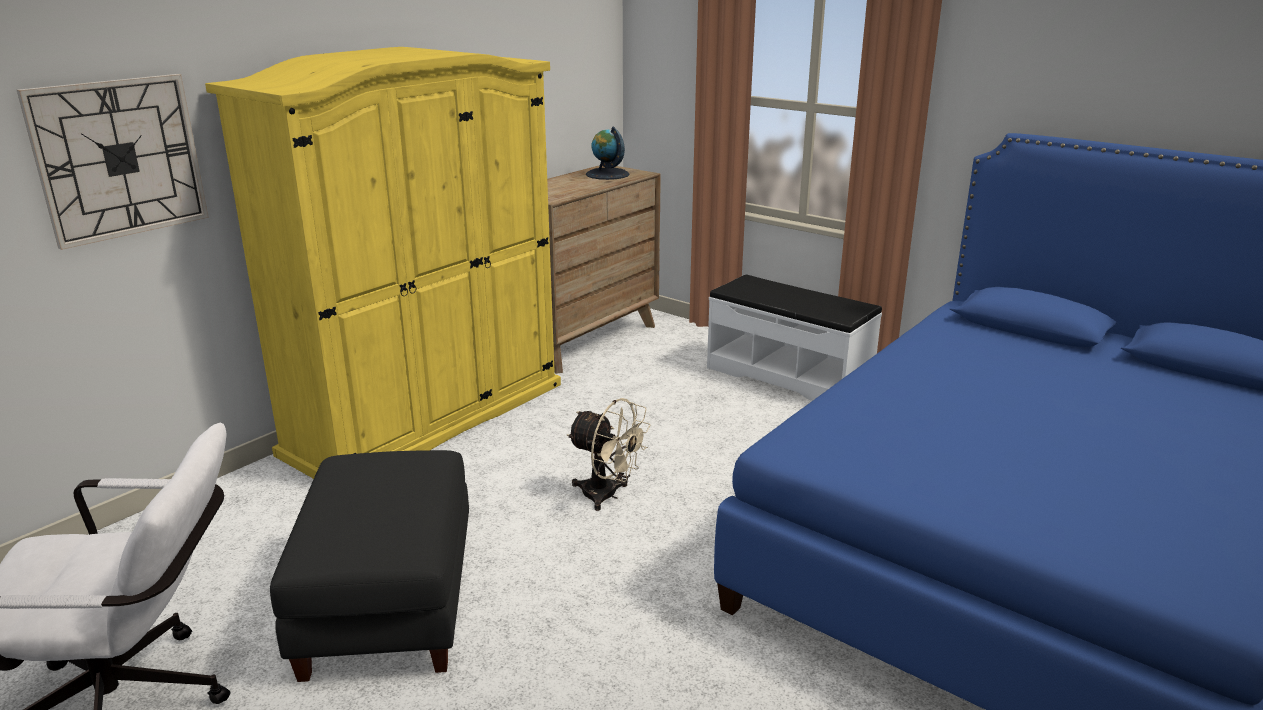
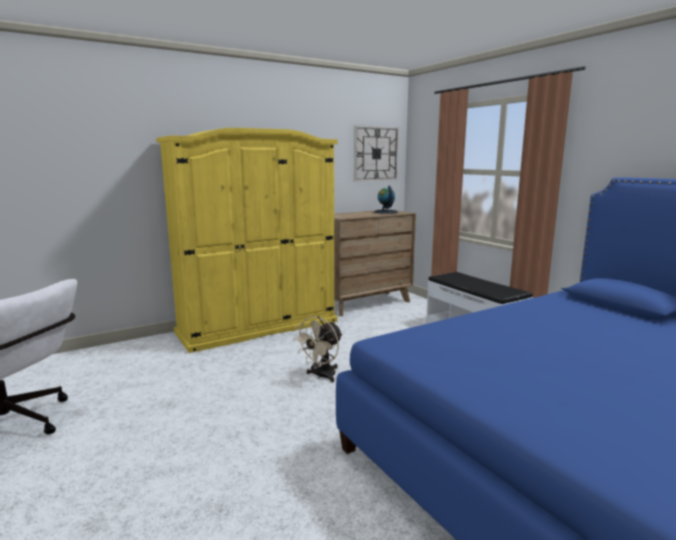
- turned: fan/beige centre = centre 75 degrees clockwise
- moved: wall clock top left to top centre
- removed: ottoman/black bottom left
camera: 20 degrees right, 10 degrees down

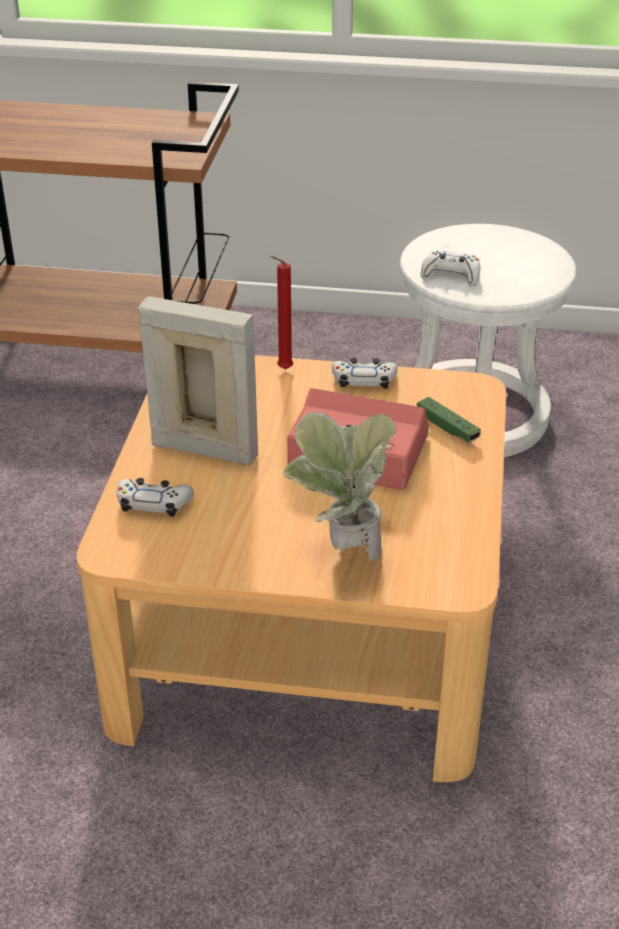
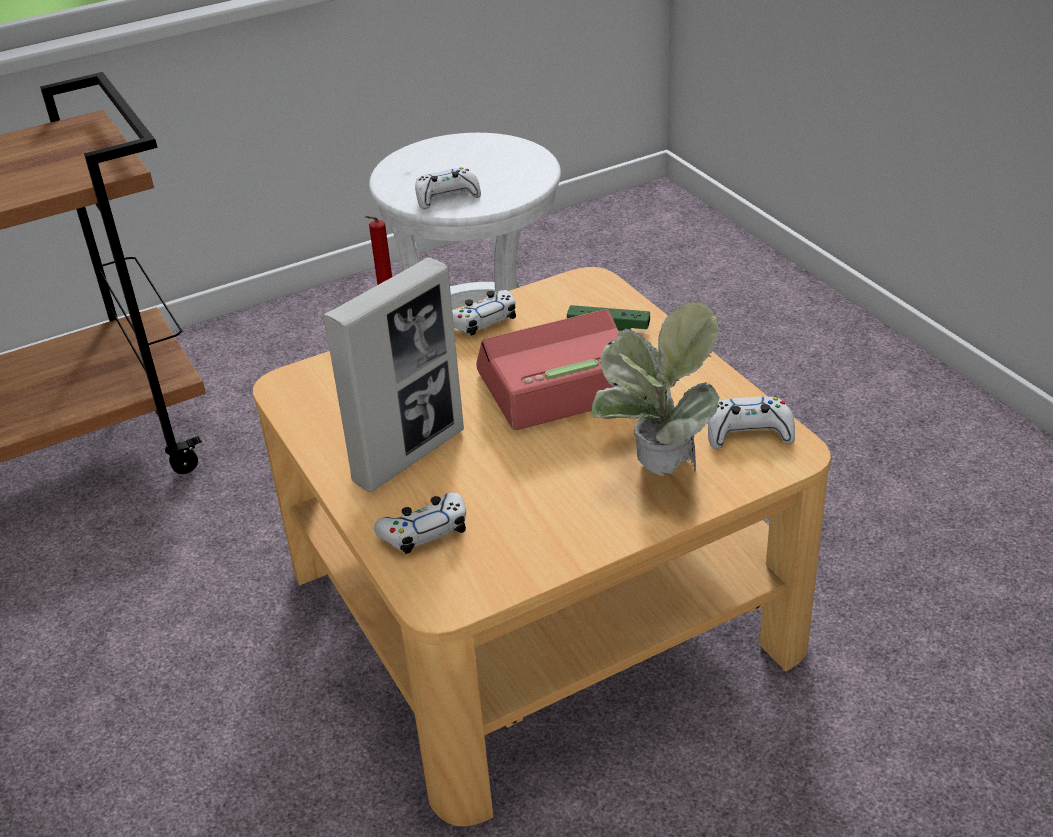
- turned: picture frame middle left = centre 150 degrees clockwise
- added: game controller/white (4th from left) middle right
camera: 35 degrees left, 0 degrees up

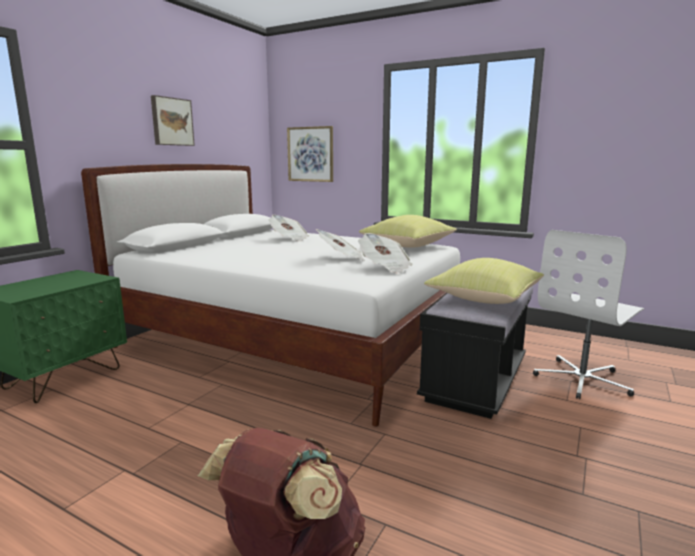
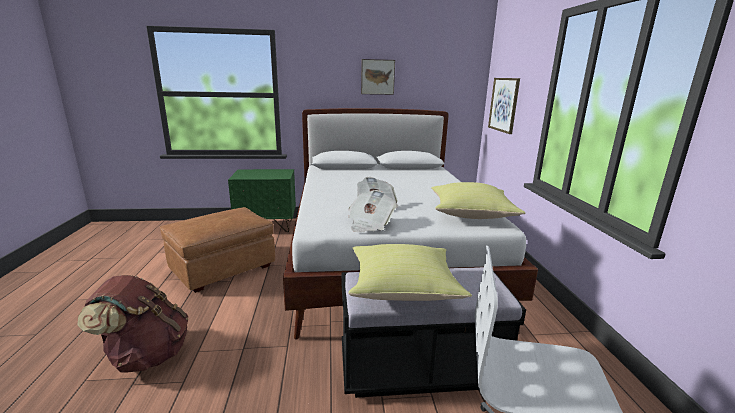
- added: ottoman/brown middle left
- removed: newspaper (1st from left) centre
camera: 55 degrees right, 5 degrees up

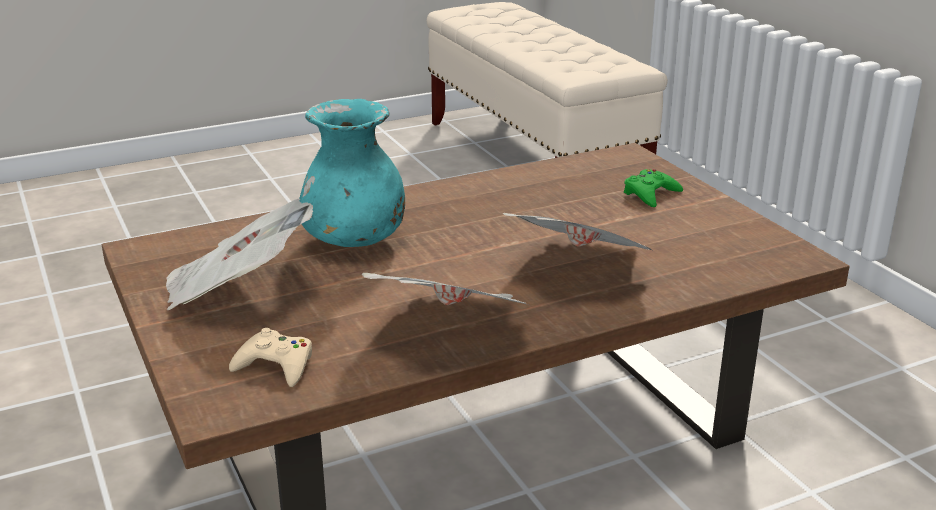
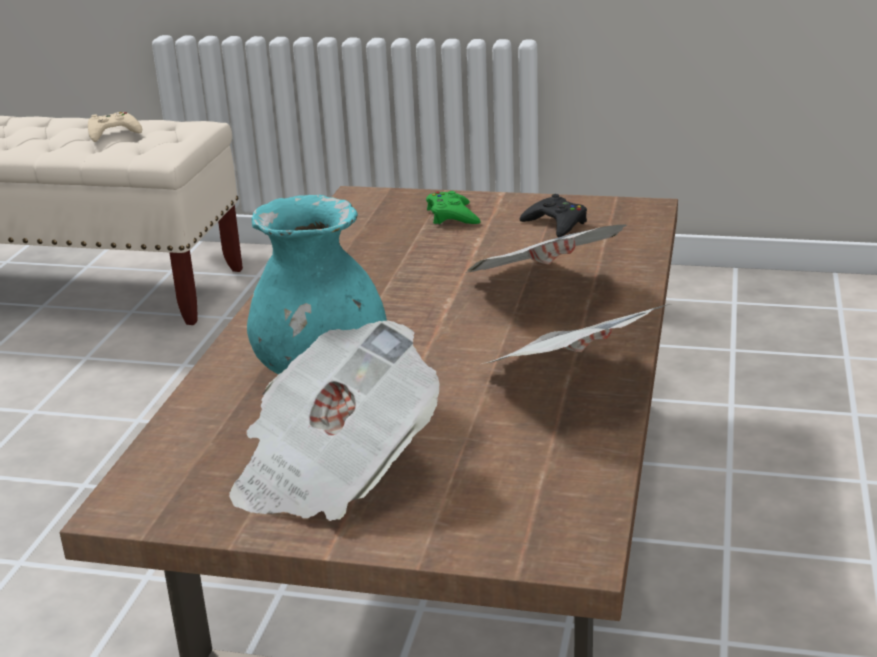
- moved: game controller/beige bottom left to top left
- added: game controller/black top centre
camera: 50 degrees left, 0 degrees up

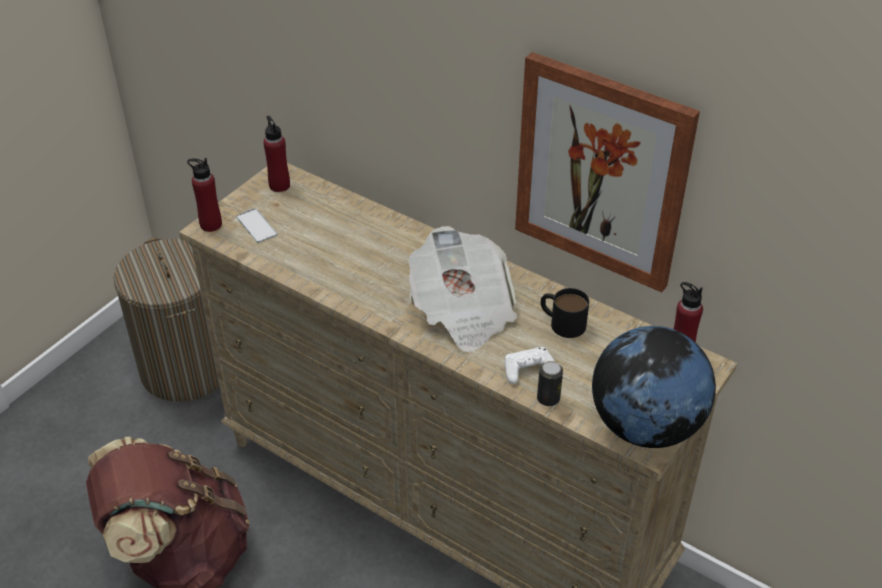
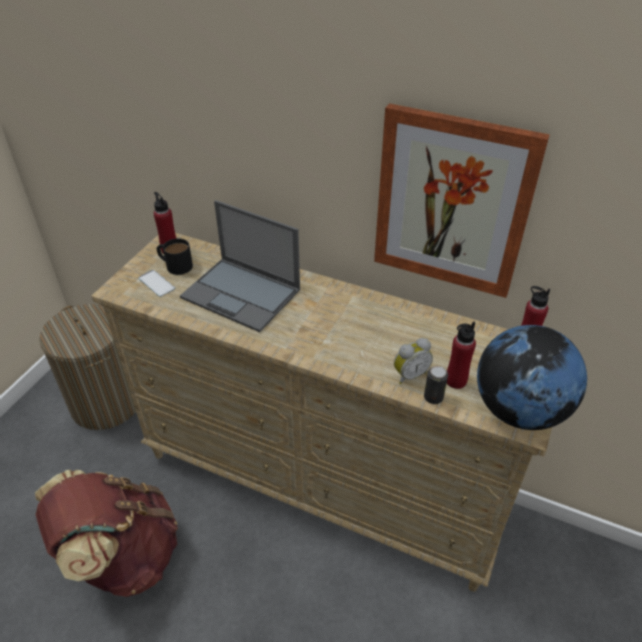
- moved: mug/black centre to middle left
- added: laptop centre
- replaced: game controller/white centre to alarm clock centre
- moved: bottle/red (1st from left in the first image) top left to bottle/red (2nd from left) middle right
- removed: newspaper centre
camera: 10 degrees left, 0 degrees up

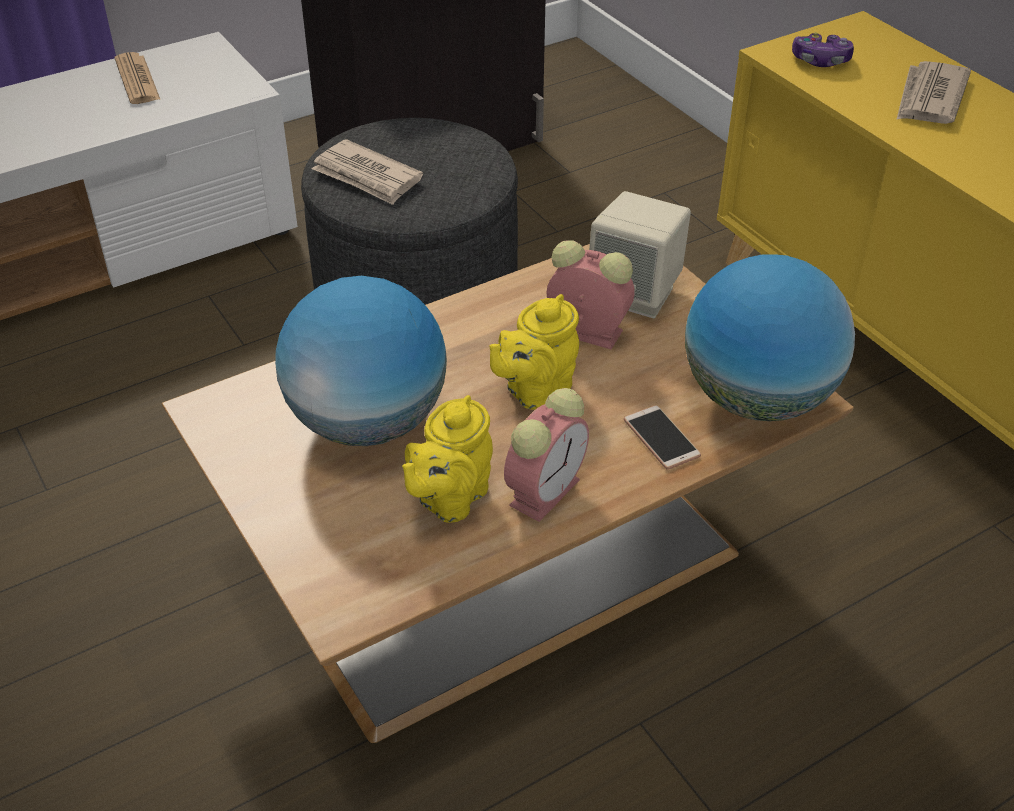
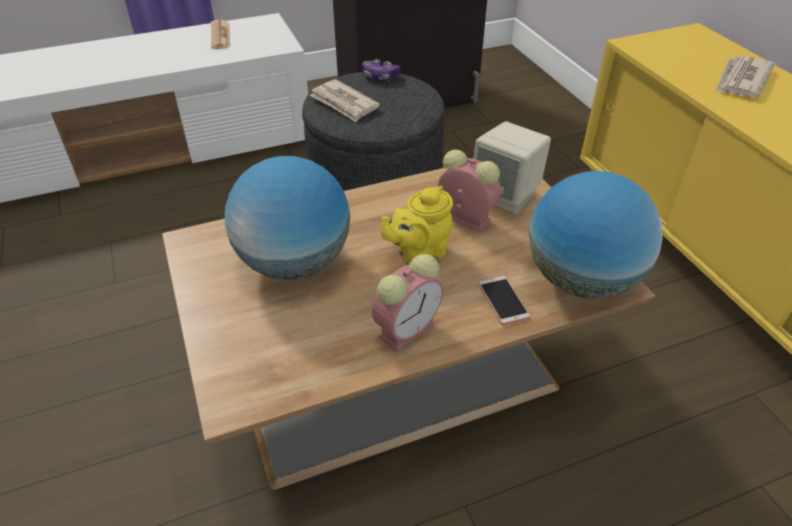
- moved: game controller top right to top centre
- removed: teapot/yellow (1st from left) centre
camera: 10 degrees right, 0 degrees up

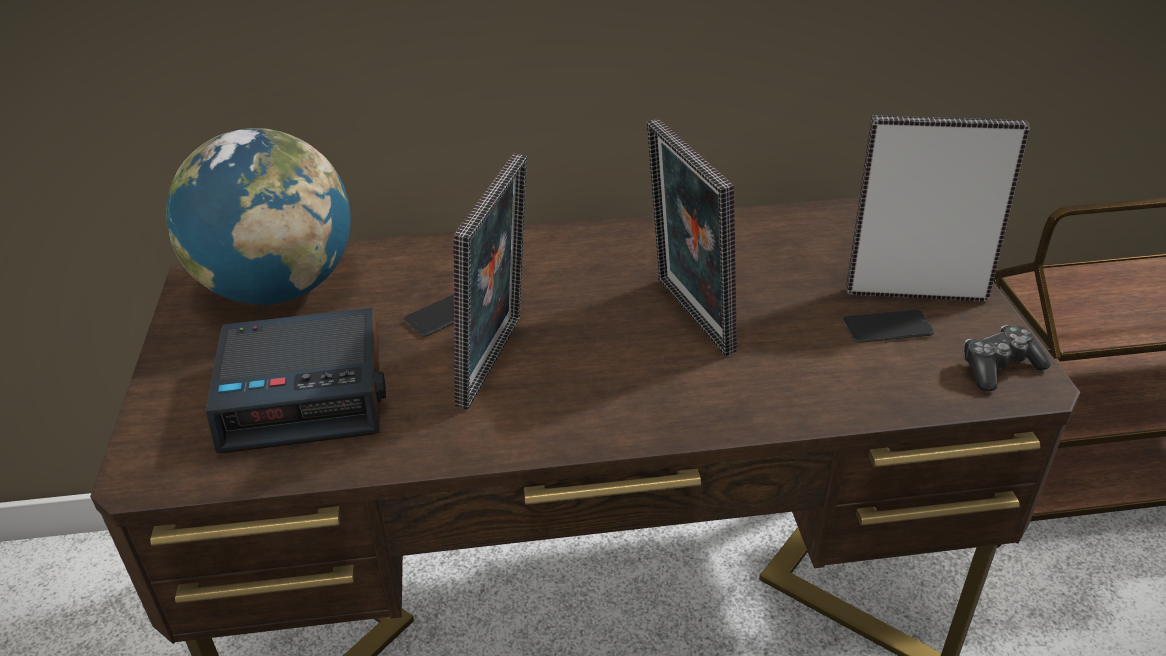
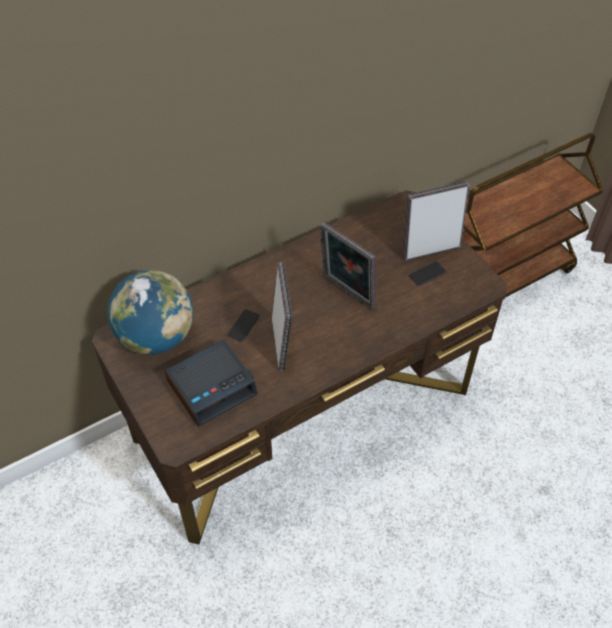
- removed: game controller middle right
camera: 25 degrees left, 15 degrees up

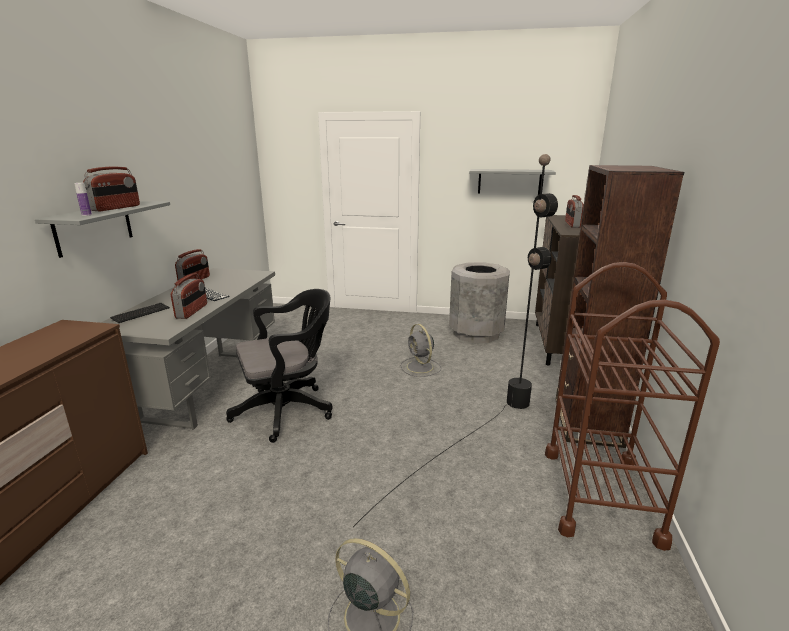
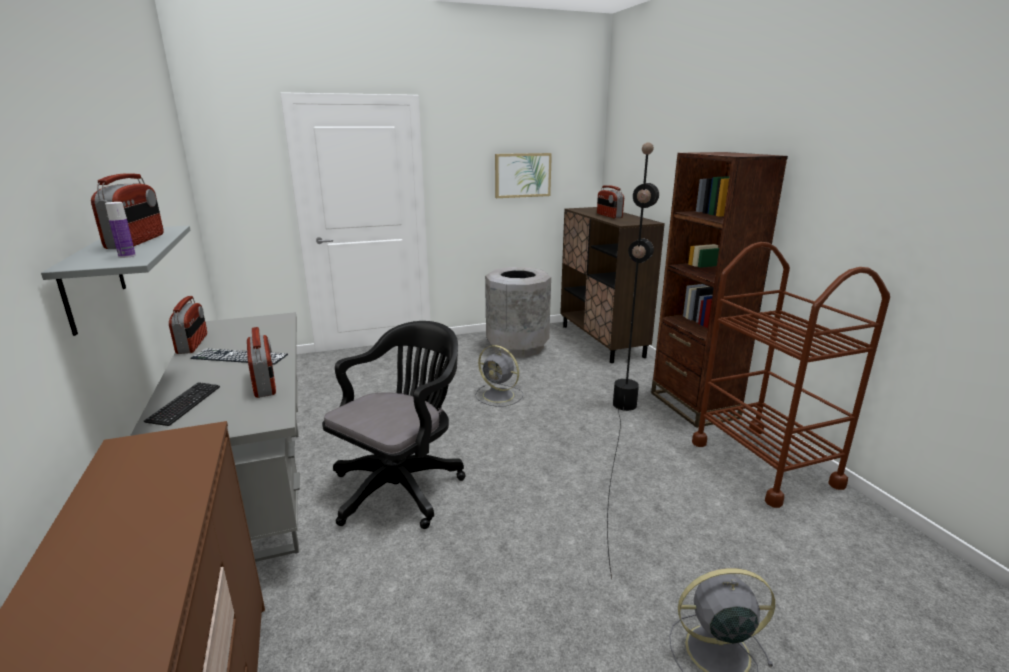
- replaced: shelf/grey (2nd from left) top centre to picture top centre
camera: 30 degrees left, 0 degrees up

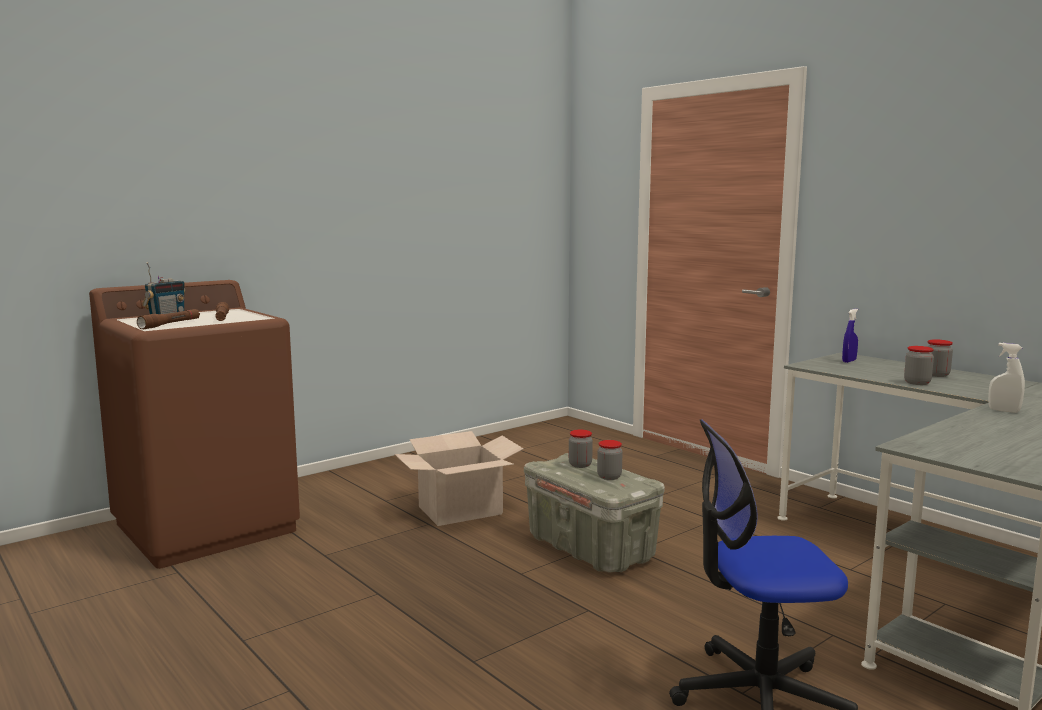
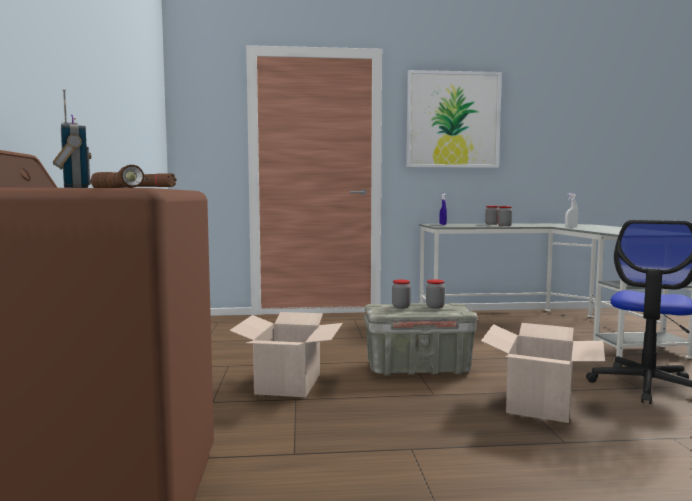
- added: picture top centre
- added: cardboard box (2nd from left) bottom right
camera: 55 degrees left, 5 degrees down

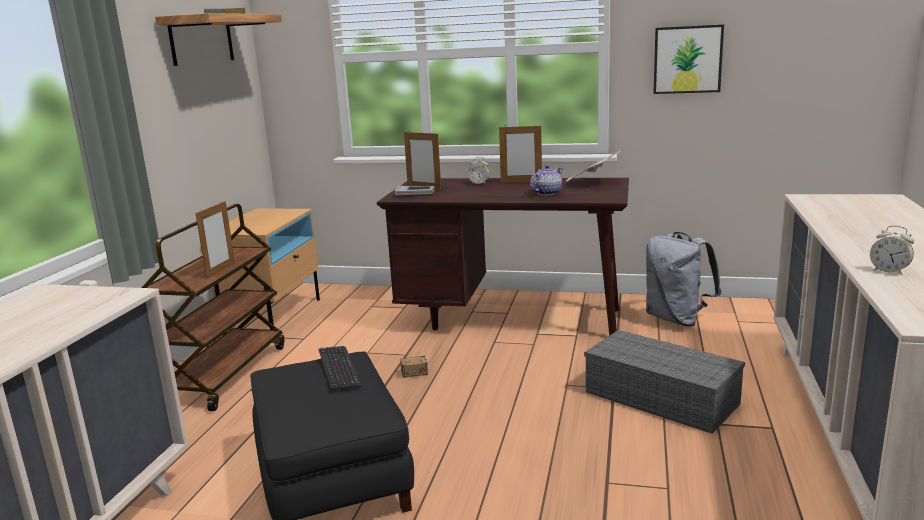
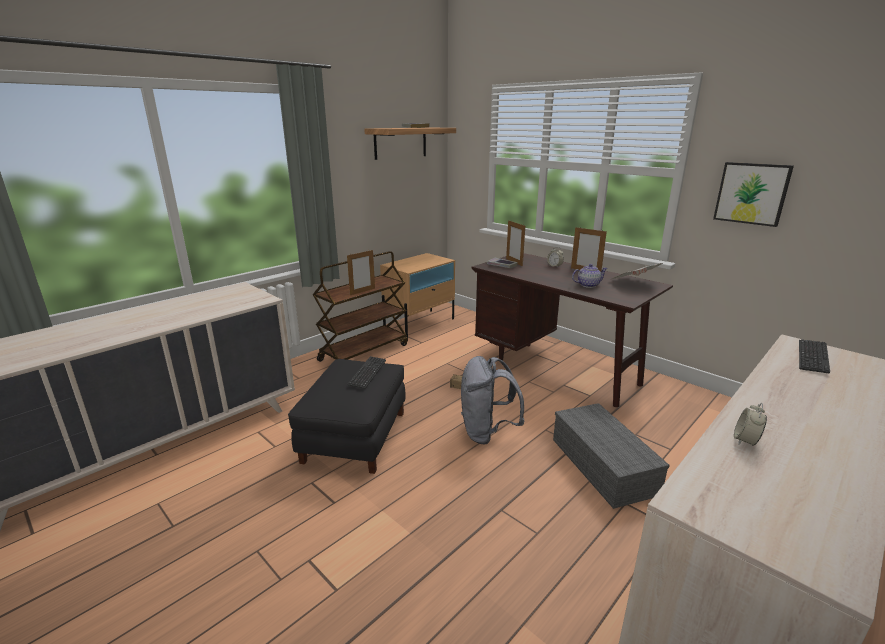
- moved: backpack/grey middle right to centre
- turned: alarm clock (2nd from left) middle right = middle right 45 degrees clockwise
- added: keyboard (2nd from left) middle right
camera: 30 degrees right, 5 degrees up

